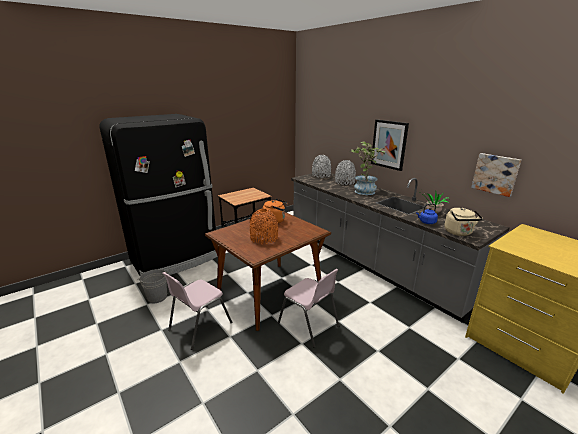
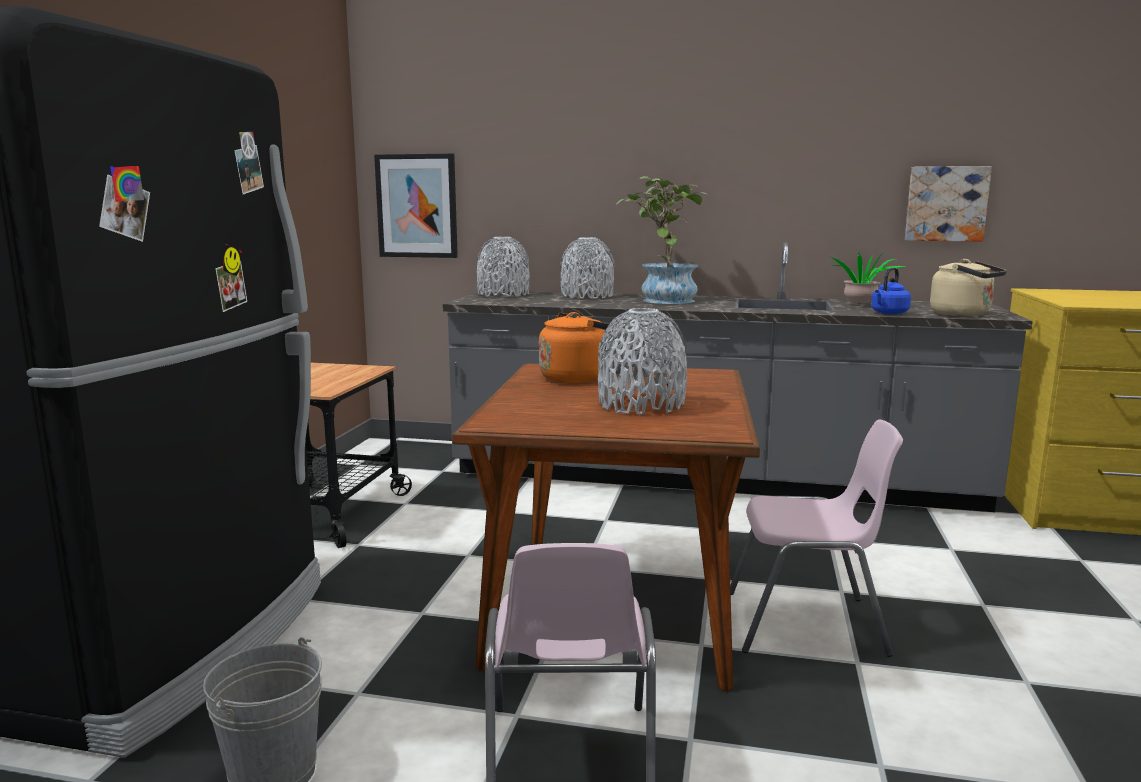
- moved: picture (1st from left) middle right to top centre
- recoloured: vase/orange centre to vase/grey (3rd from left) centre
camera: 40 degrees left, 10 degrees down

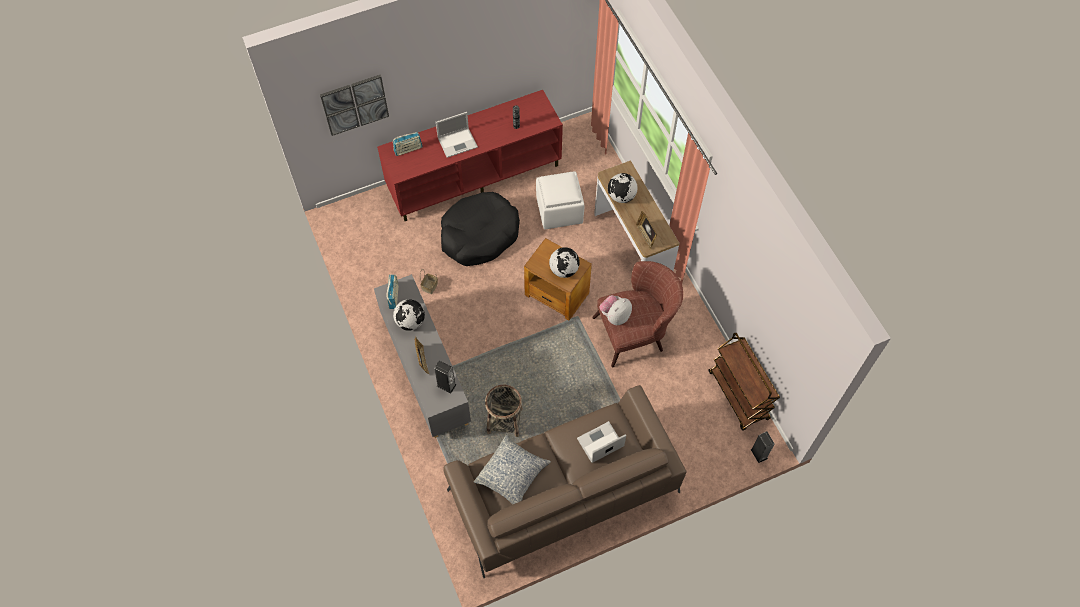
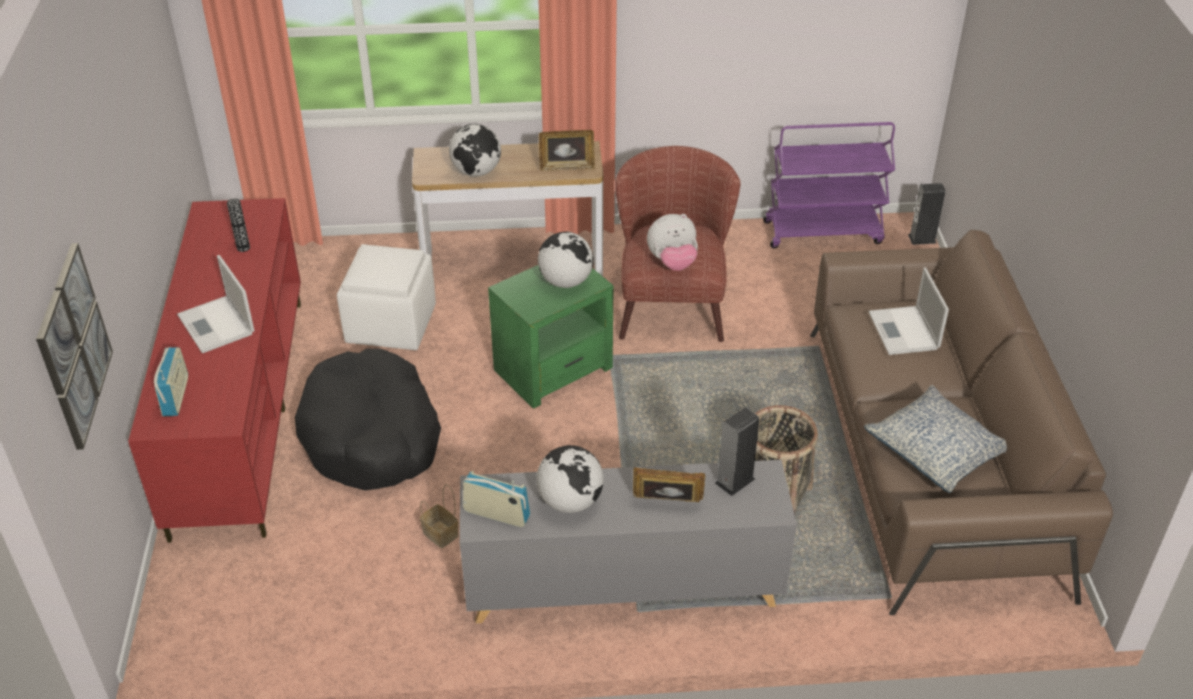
- turned: laptop (1st from left) top centre = middle left 150 degrees clockwise
- recoloured: side table/brown centre to side table/green centre
- turned: plush toy centre = centre 75 degrees counterclockwise
- recoloured: cart/brown middle right to cart/purple top right
camera: 70 degrees left, 20 degrees down

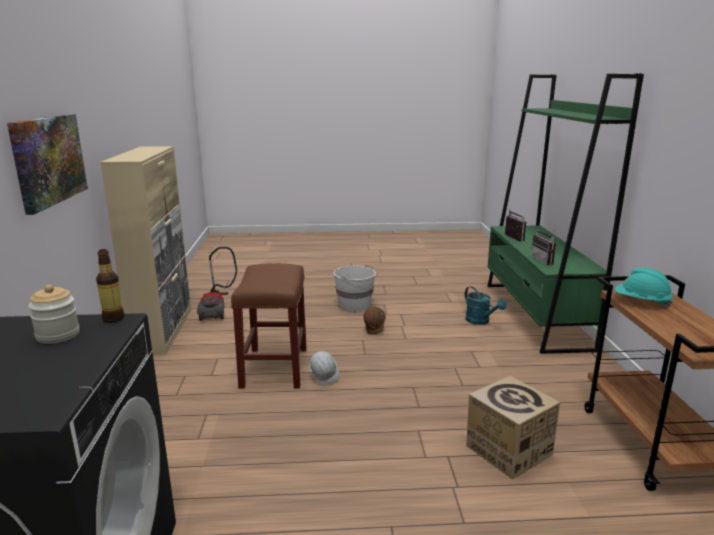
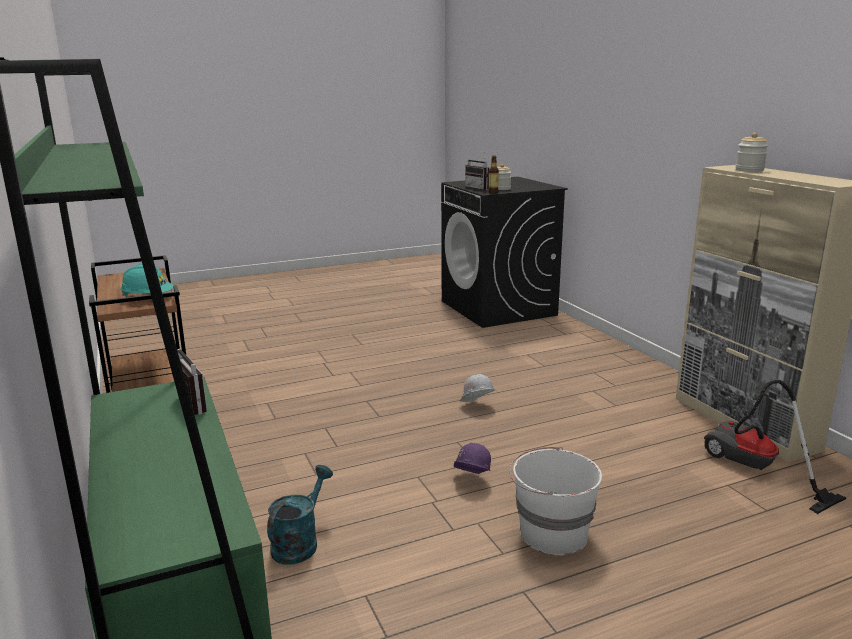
- turned: watering can/turquoise middle right = bottom centre 75 degrees clockwise
- recoloured: hard hat/brown centre to hard hat/purple bottom centre
- moved: radio (1st from left in the first image) middle right to radio (2nd from left) top centre
- added: jar (2nd from left) top right
- removed: picture top left
- removed: stool/brown centre
- removed: cardboard box bottom right
camera: 160 degrees right, 0 degrees up

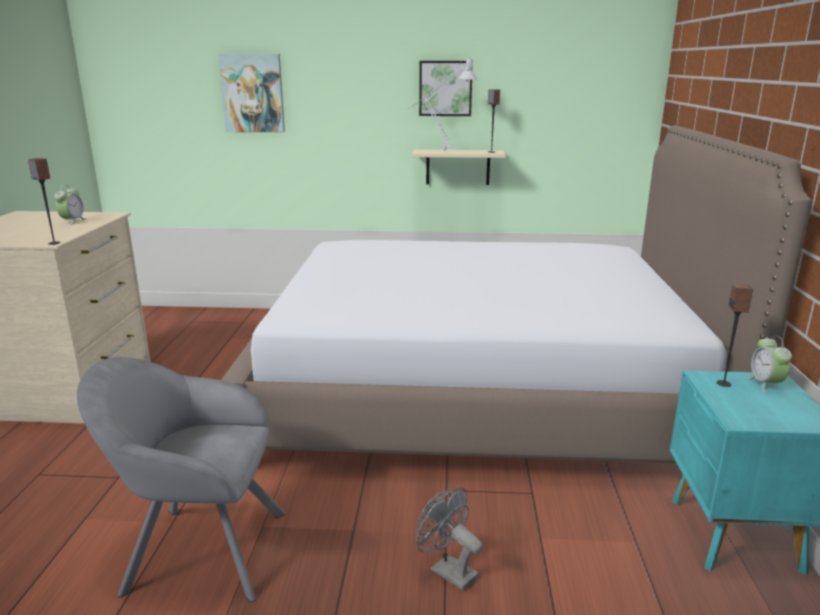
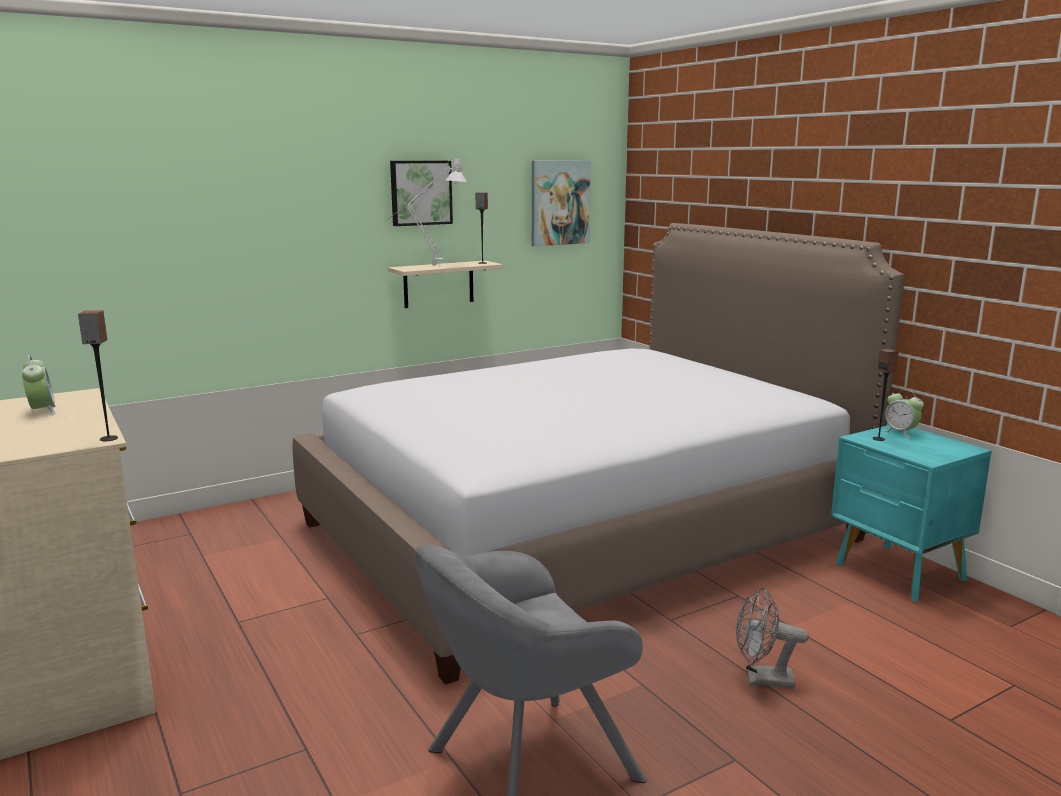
- moved: picture (1st from left in the first image) top left to picture (2nd from left) top centre
camera: 35 degrees left, 5 degrees down

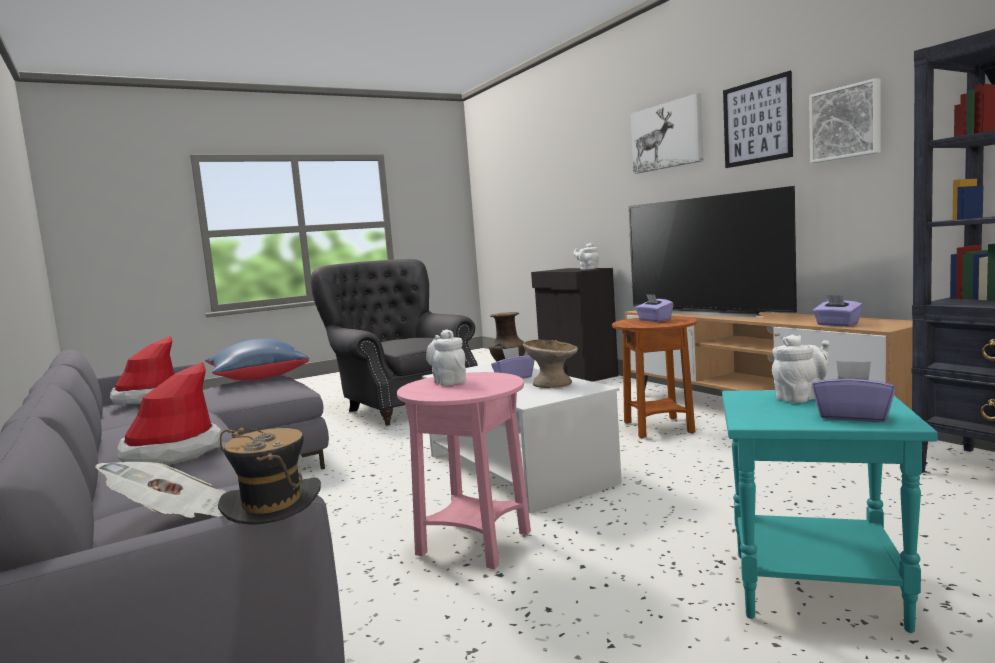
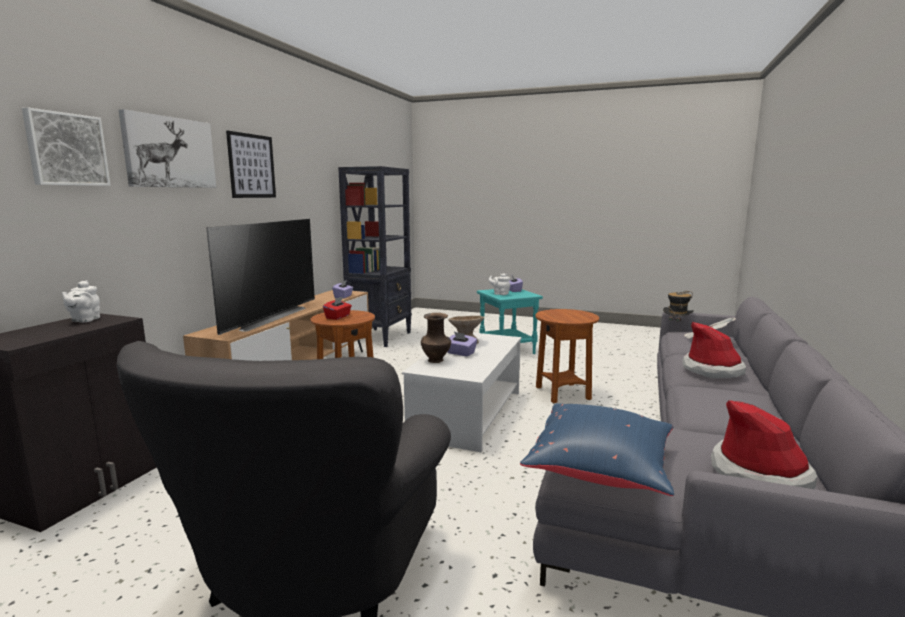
- moved: picture (3rd from left in the first image) top right to picture (1st from left) top left
- recoloured: tissue box/purple (2nd from left) centre to tissue box/red centre
- recoloured: side table/pink bottom centre to side table/brown (2nd from left) centre
- removed: teapot/white (1st from left) centre
camera: 130 degrees left, 5 degrees up

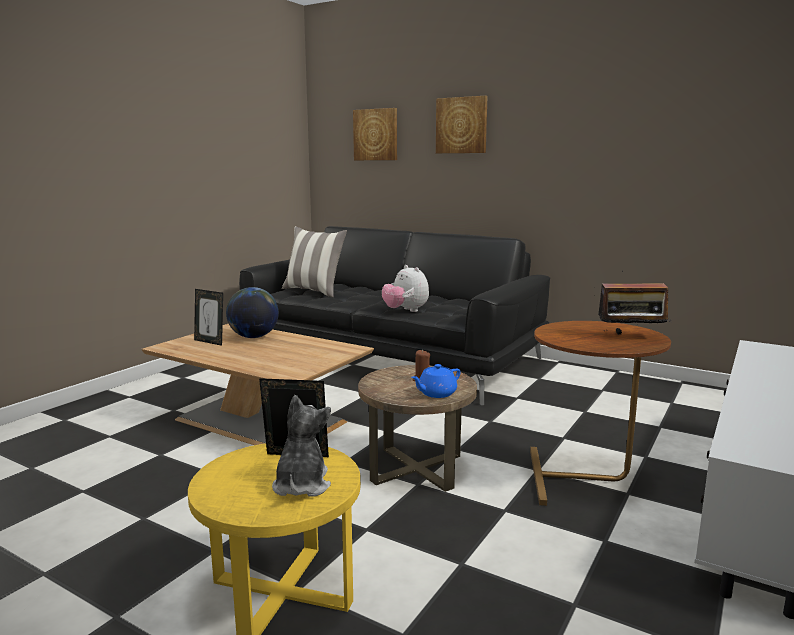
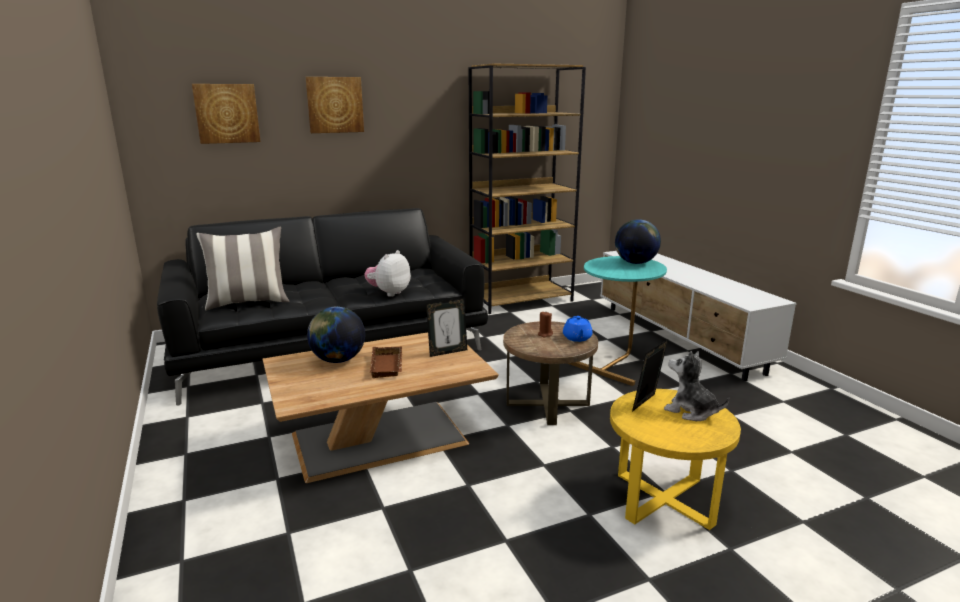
- turned: plush toy (2nd from left in the first image) centre = centre 120 degrees clockwise
- added: tray/brown centre
- moved: picture frame (1st from left) middle left to centre
- added: bookcase/brown top centre
- recoloured: side table/brown (2nd from left) middle right to side table/turquoise centre
- replaced: radio middle right to globe (2nd from left) centre
camera: 55 degrees left, 5 degrees up

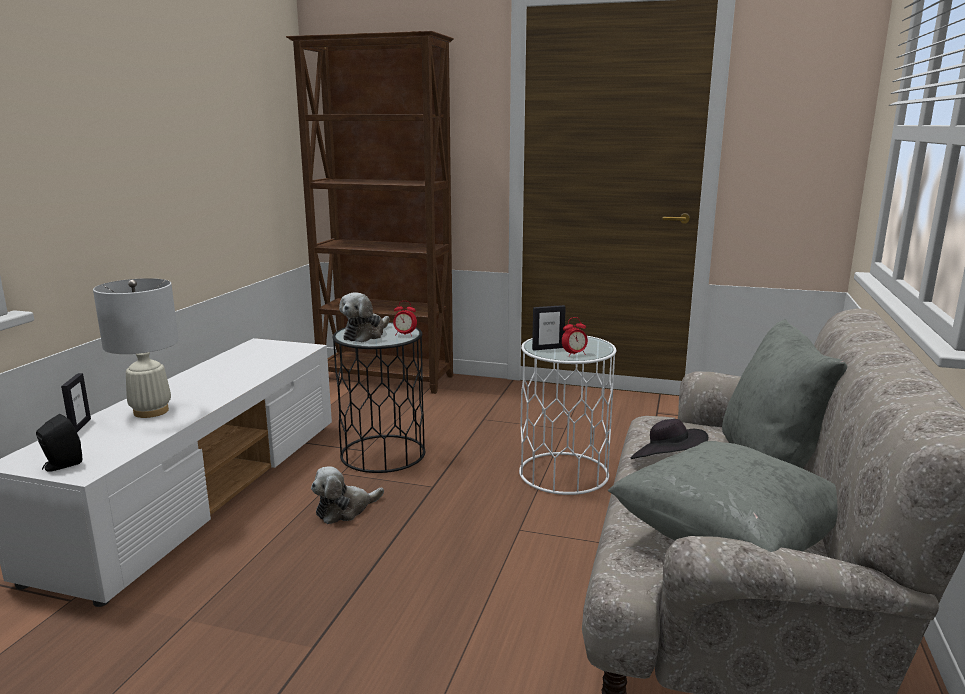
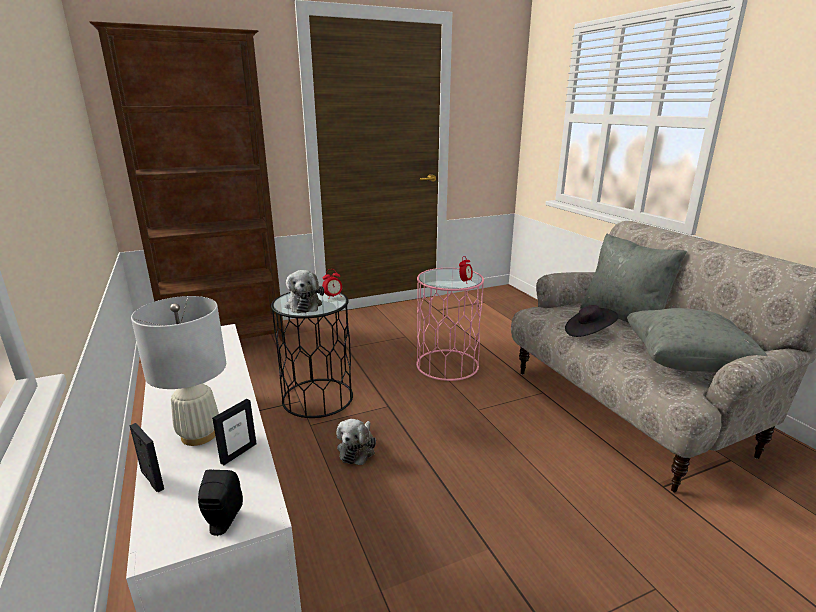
- moved: picture frame (2nd from left) centre to bottom left
- recoloured: side table/white centre to side table/pink centre
camera: 40 degrees left, 5 degrees up

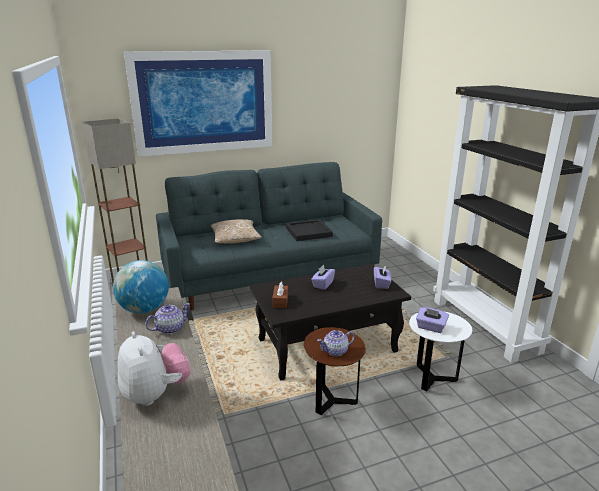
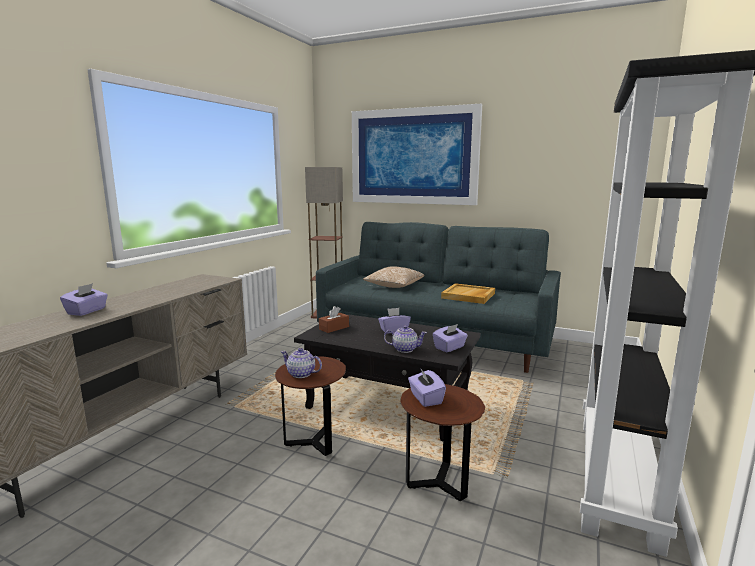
- replaced: plush toy bottom left to tissue box/purple (1st from left) middle left
- moved: teapot (1st from left in the first image) middle left to teapot (2nd from left) centre
- recoloured: side table/white bottom right to side table/brown (2nd from left) bottom centre
- recoloured: tray/black centre to tray/beige centre
- removed: globe middle left
camera: 45 degrees right, 10 degrees down

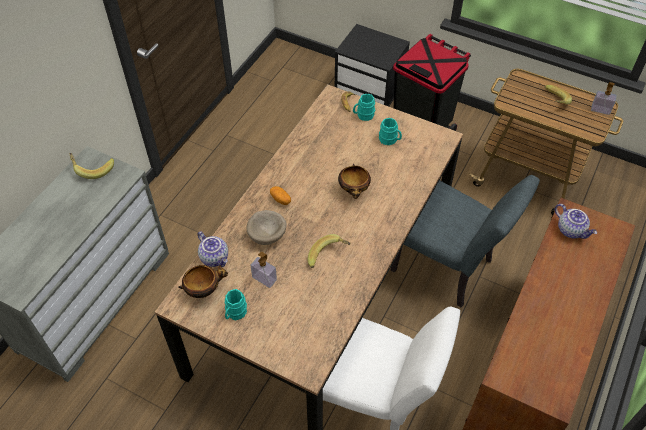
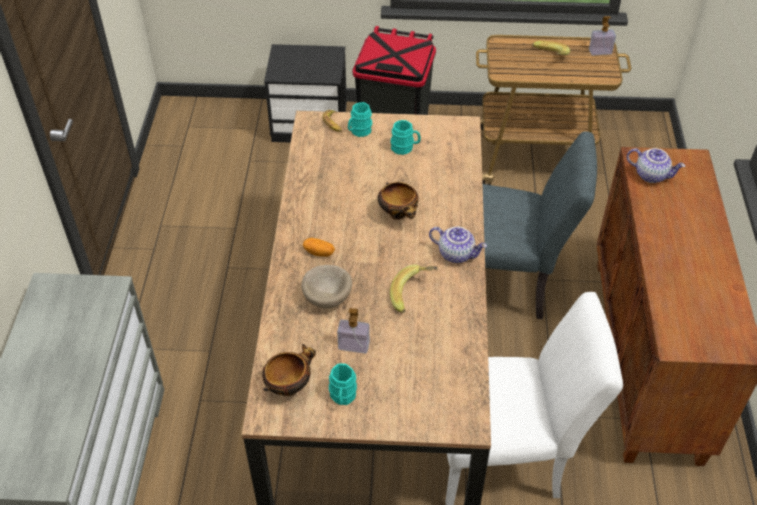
- moved: teapot (1st from left) middle left to centre
- removed: banana (1st from left) middle left
camera: 25 degrees left, 5 degrees down

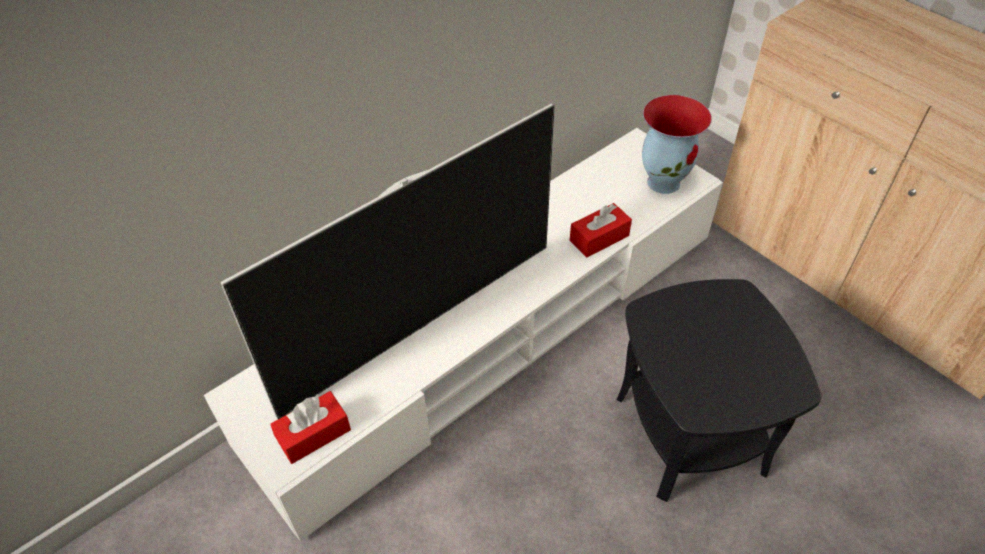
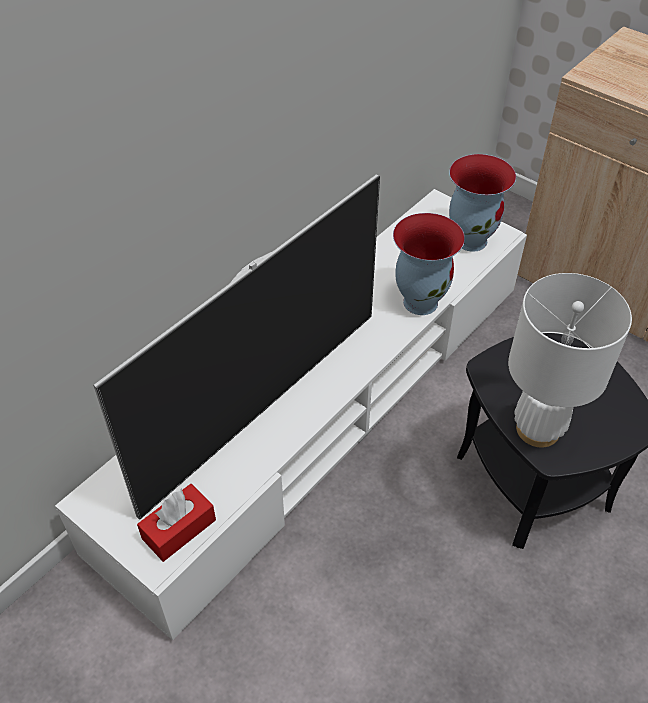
- replaced: tissue box/red (2nd from left) centre to vase (1st from left) centre
- added: table lamp/white middle right
camera: 10 degrees left, 0 degrees up

